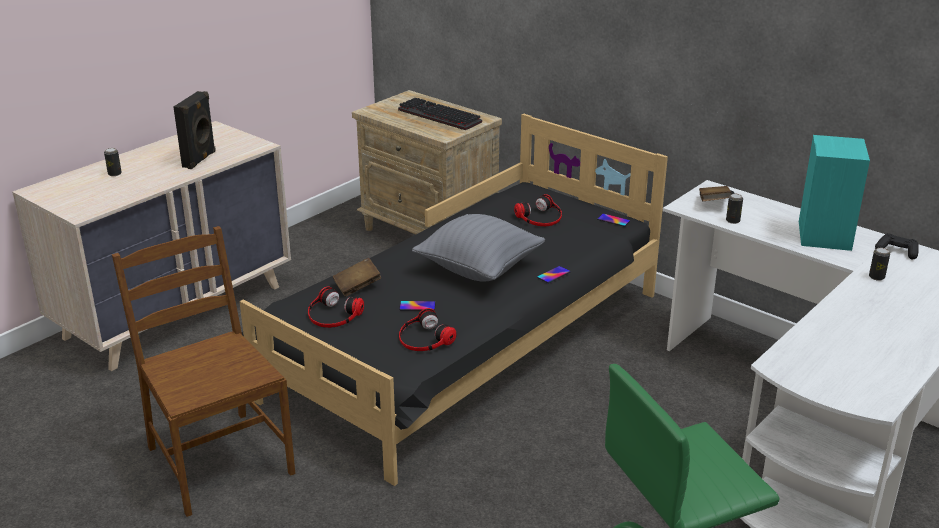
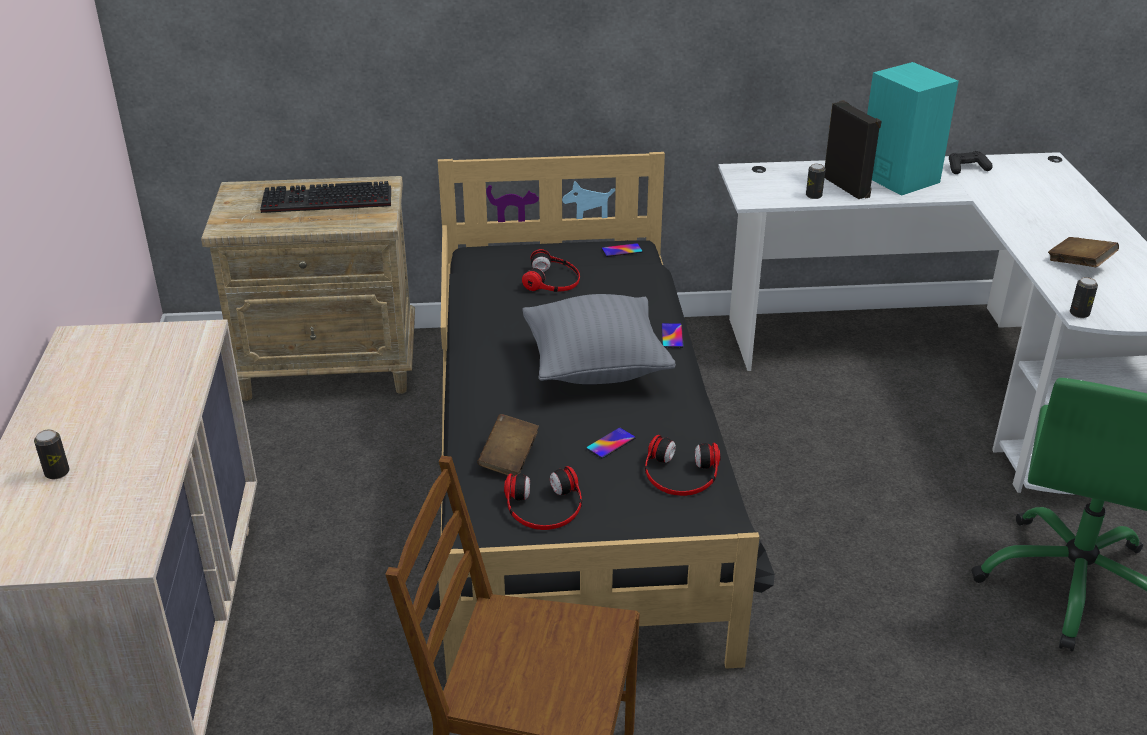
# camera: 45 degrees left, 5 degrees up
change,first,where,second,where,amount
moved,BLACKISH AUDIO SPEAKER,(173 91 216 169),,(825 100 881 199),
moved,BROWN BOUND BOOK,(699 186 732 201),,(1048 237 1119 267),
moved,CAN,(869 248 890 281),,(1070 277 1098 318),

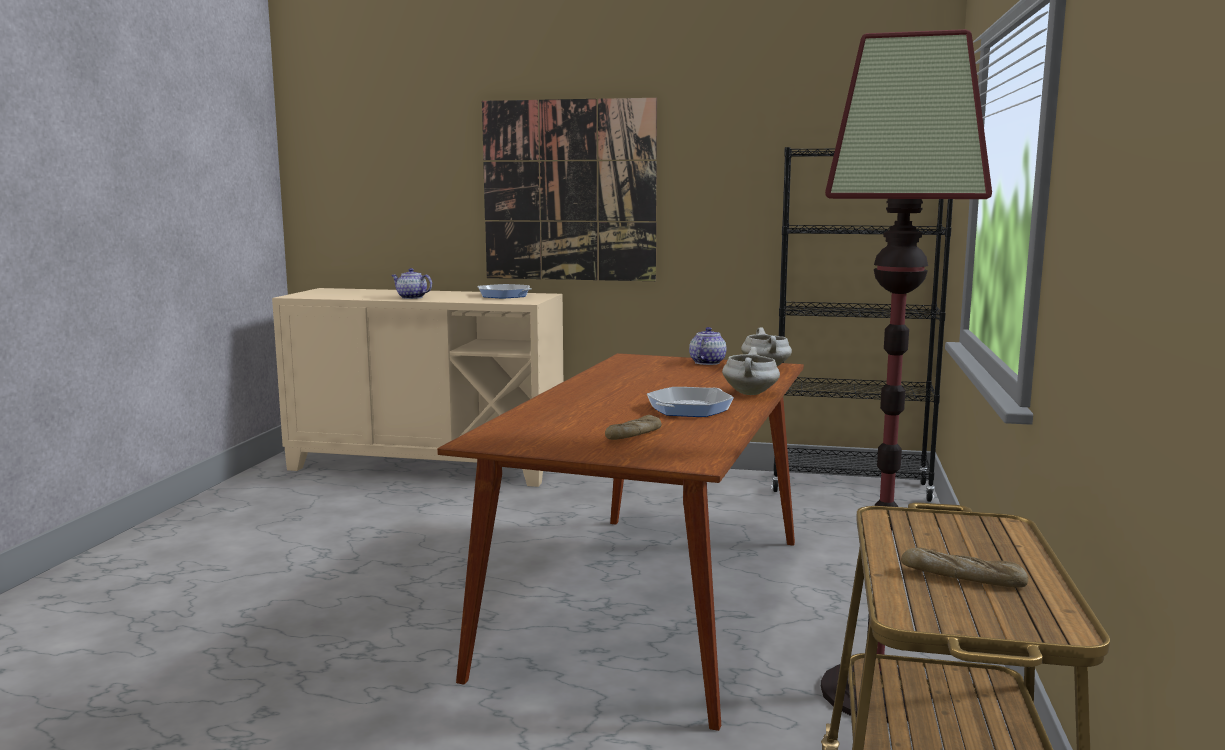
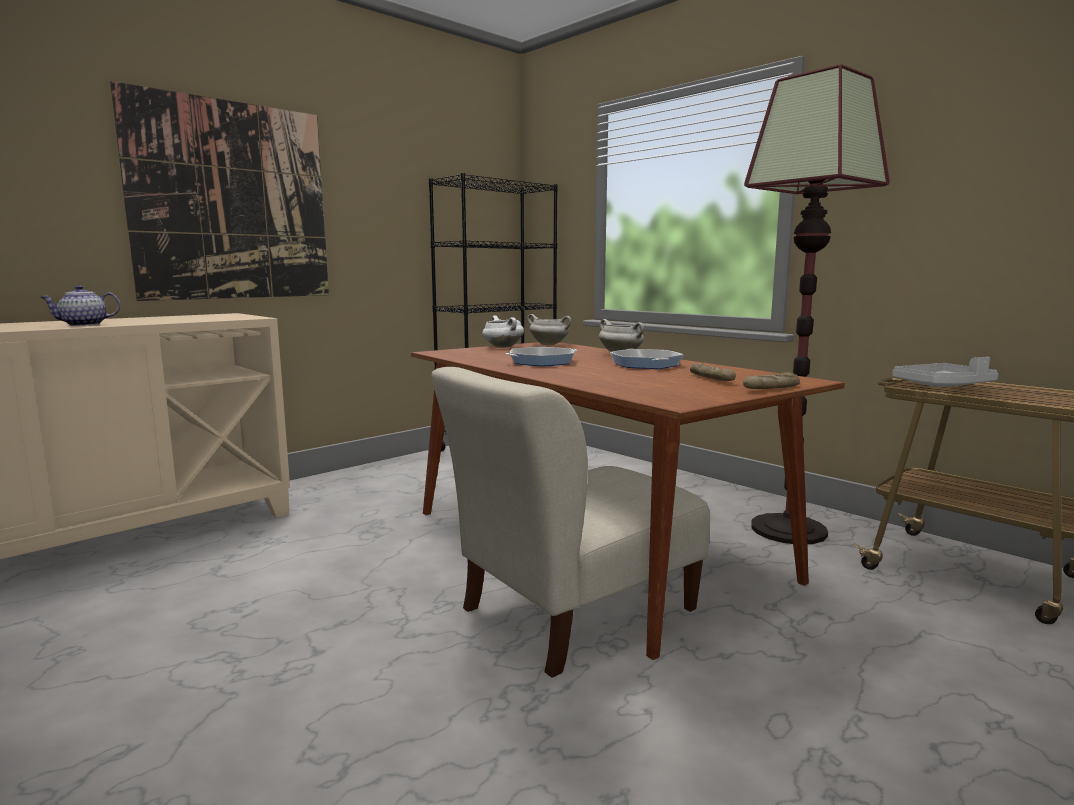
# camera: 55 degrees left, 0 degrees up
change,first,where,second,where,amount
moved,PAN,(478 284 532 299),,(506 347 577 366),
replaced,POT FOR TEA,(689 327 726 365),WHITISH STOCKPOT,(482 315 524 348),
moved,BAKED BREAD,(901 547 1028 588),,(743 372 800 389),
added,,,SAND-COLOURED CHAIR,(431 367 710 678),
added,,,GRAY SERVING TRAY,(892 357 999 387),

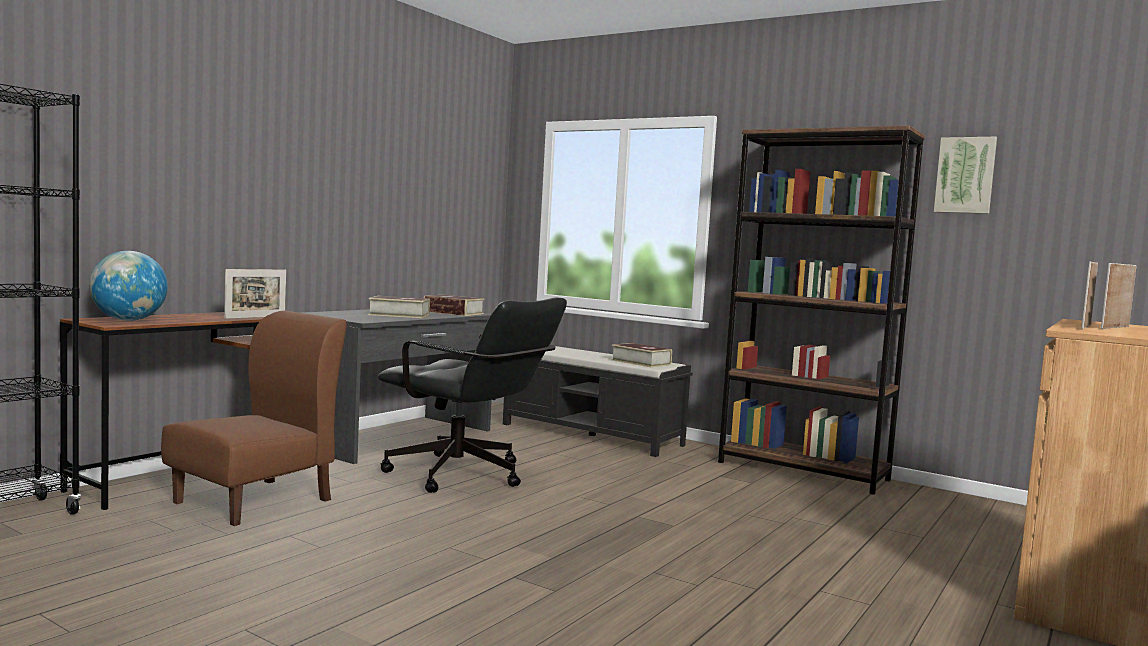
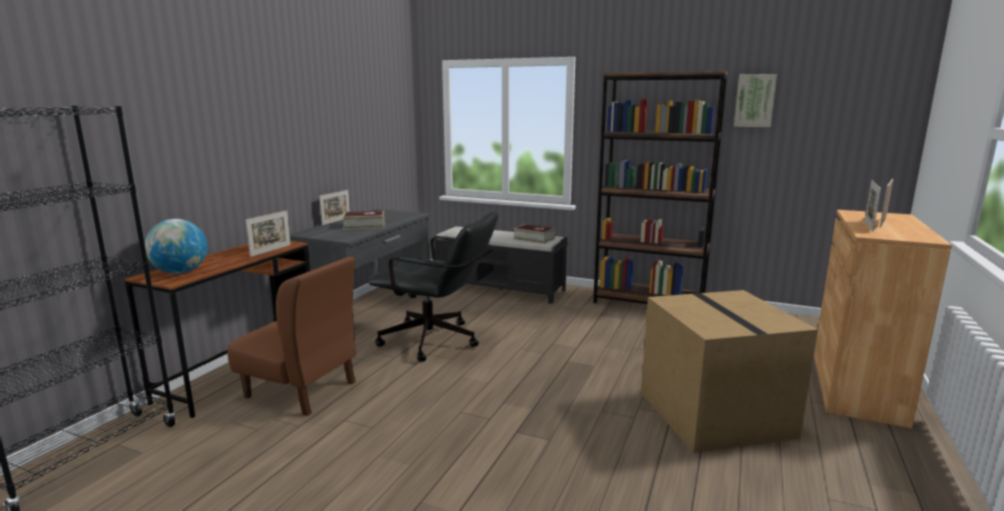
# camera: 10 degrees left, 10 degrees up
change,first,where,second,where,amount
turned,BROWN CHAIR,(161 310 347 526),,(227 257 356 416),90 degrees clockwise
removed,BOUND BOOK,(424 295 484 316),,,
added,,,PICTURE FRAME,(319 190 350 225),
added,,,CARDBOARD BOX,(641 290 818 453),

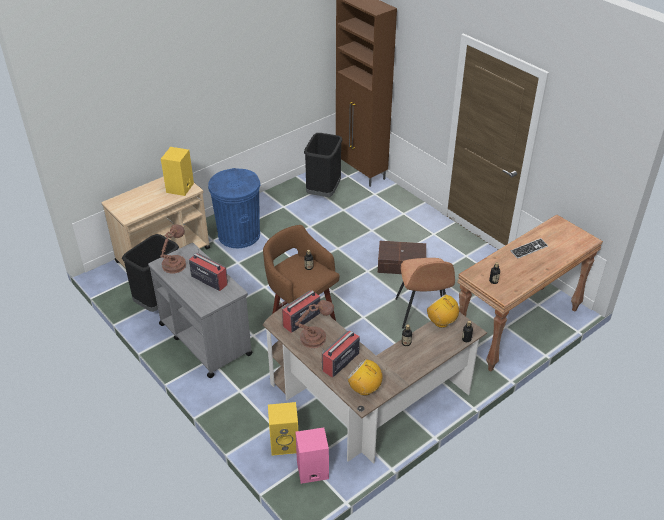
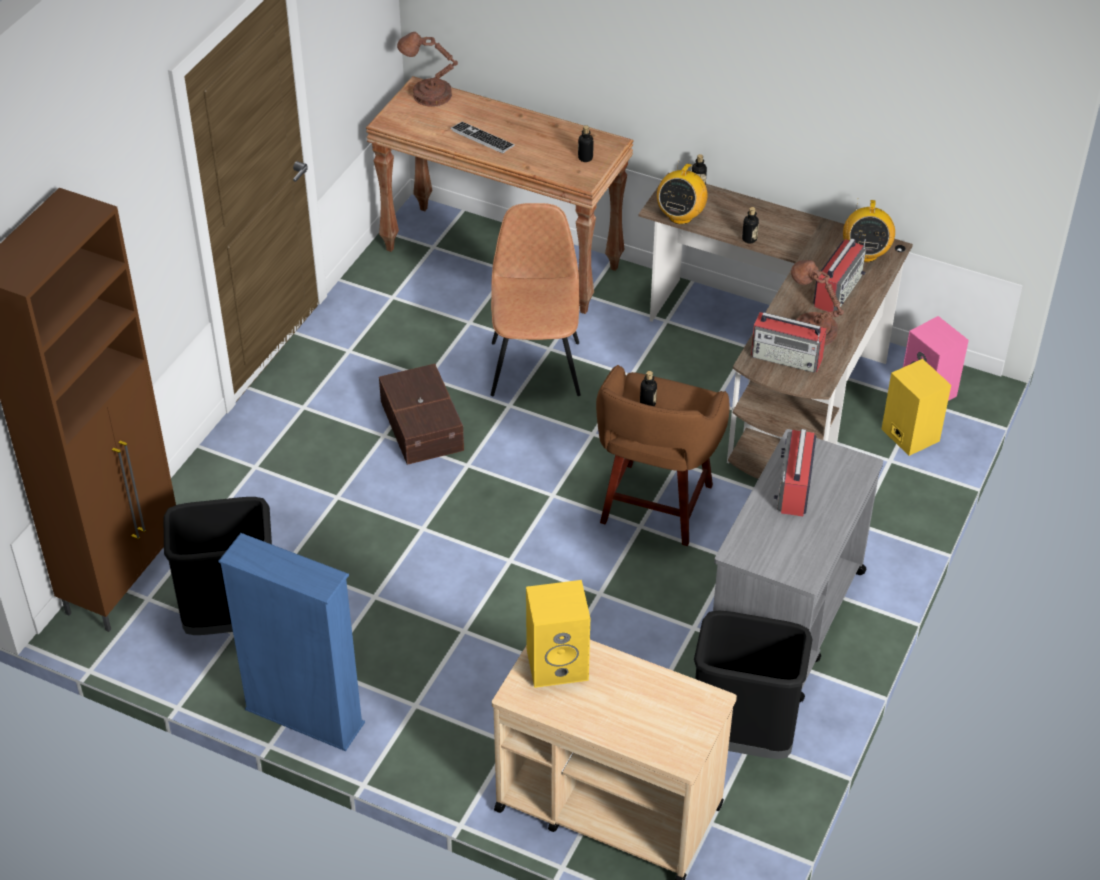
# camera: 115 degrees left, 5 degrees up
change,first,where,second,where,amount
moved,BROWN TABLE LAMP,(160 224 186 274),,(397 32 458 107),
removed,BLUE-COLOURED WASTE BIN,(208 168 261 248),,,
turned,RADIO SET,(321 330 360 378),,(813 238 866 312),75 degrees counterclockwise
turned,BROWN CHAIR,(395 258 455 329),,(491 203 581 396),60 degrees counterclockwise
added,,,BLUE-COLOURED SHELVING UNIT,(218 533 365 751),

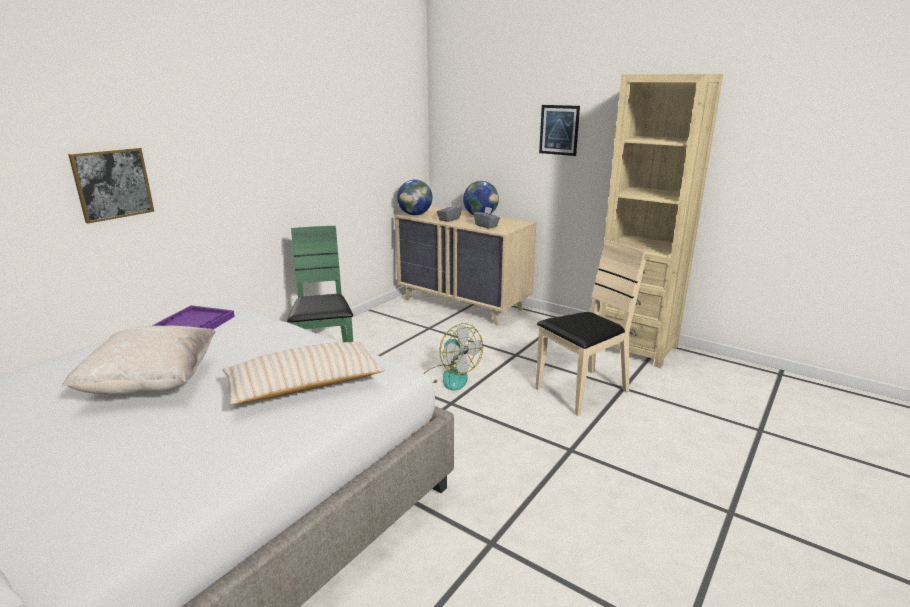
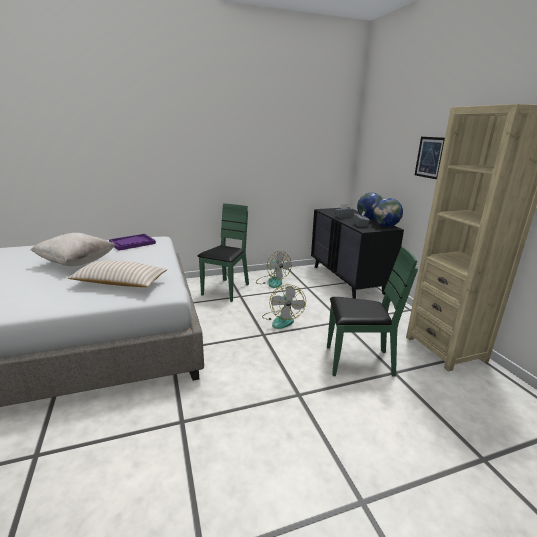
# camera: 35 degrees right, 0 degrees up
change,first,where,second,where,amount
removed,PICTURE,(68 148 154 223),,,
recoloured,SAND-COLOURED DRESSER,(394 206 537 326),BLACKISH DRESSER,(311 207 404 299),
moved,DESK GLOBE,(397 180 432 215),,(373 198 403 227),
recoloured,SAND-COLOURED CHAIR,(536 240 646 416),GREEN CHAIR,(327 246 418 377),
added,,,COOLING FAN,(256 251 292 288),

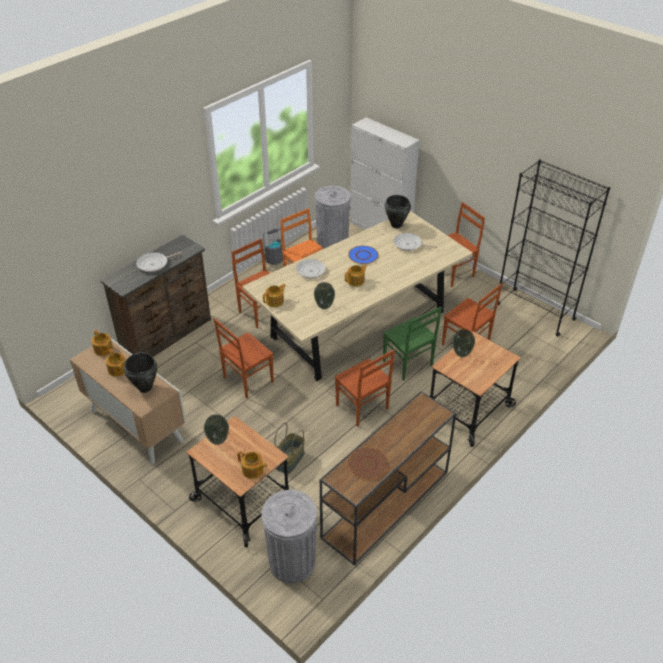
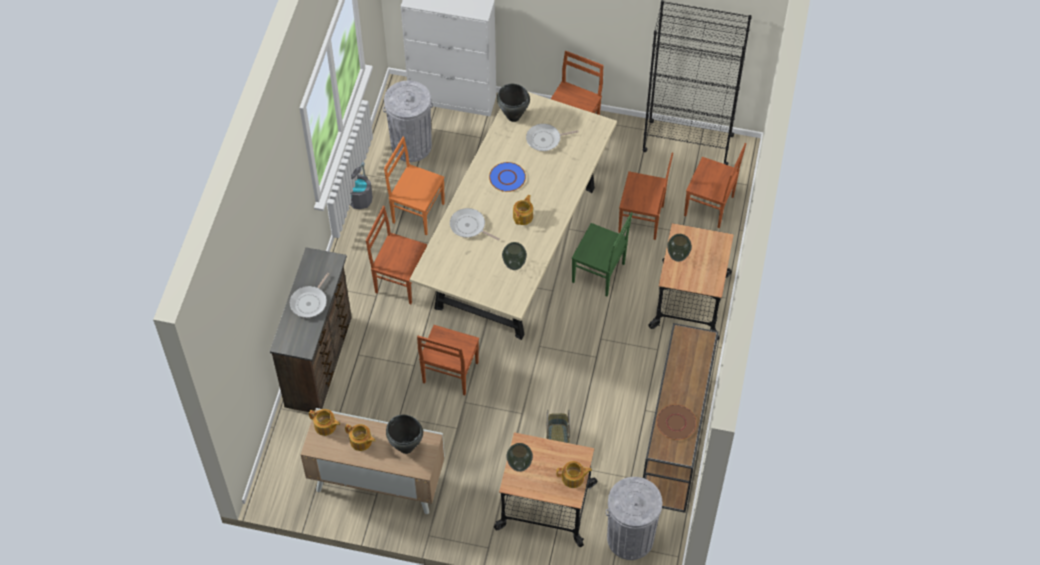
# camera: 30 degrees left, 15 degrees up
change,first,where,second,where,amount
removed,POT FOR TEA,(263 284 286 307),,,
moved,BROWN CHAIR,(335 350 395 427),,(684 143 746 228),

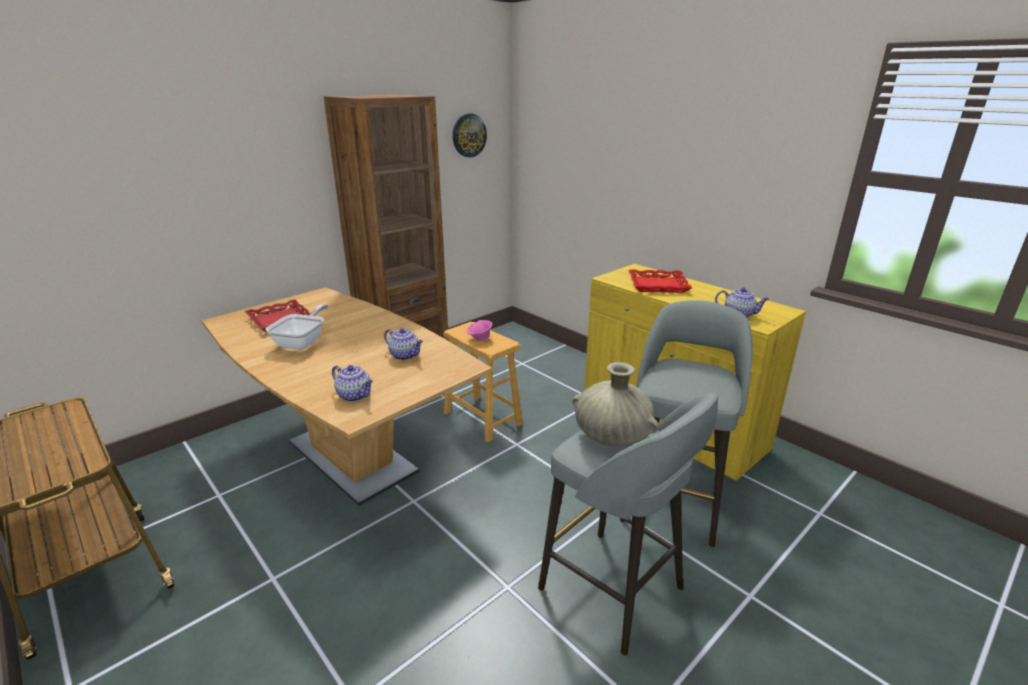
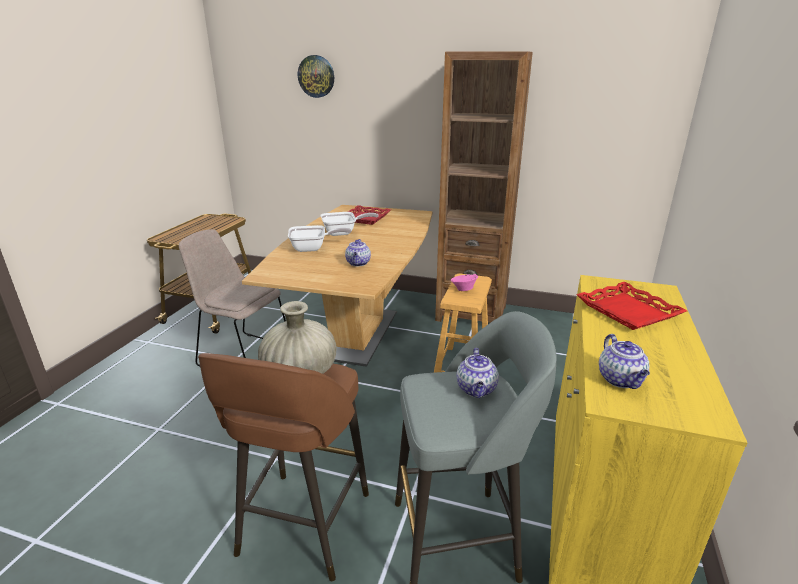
# camera: 60 degrees right, 0 degrees up
change,first,where,second,where,amount
moved,POT FOR TEA,(332 365 373 402),,(457 348 499 398),
moved,WALL CLOCK,(453 113 487 157),,(298 55 334 98),
recoloured,GRAY STOOL SEAT,(538 393 718 655),BROWN STOOL SEAT,(198 353 369 581),
added,,,SAND-COLOURED CHAIR,(179 229 286 366),
added,,,PAN,(288 225 352 252),

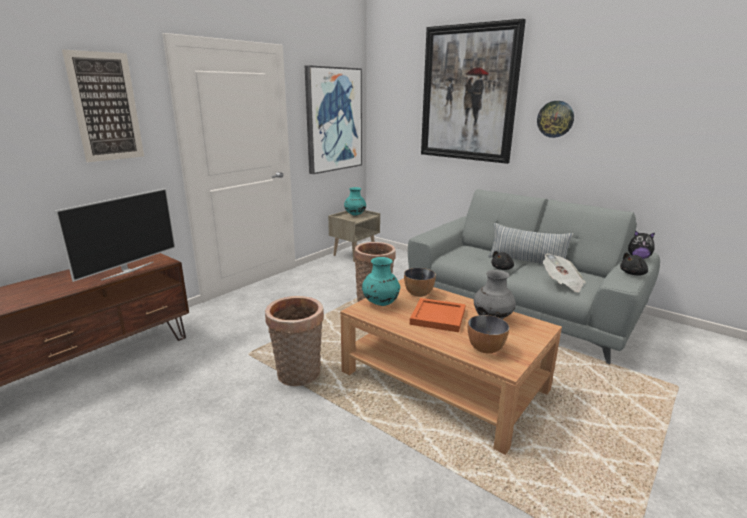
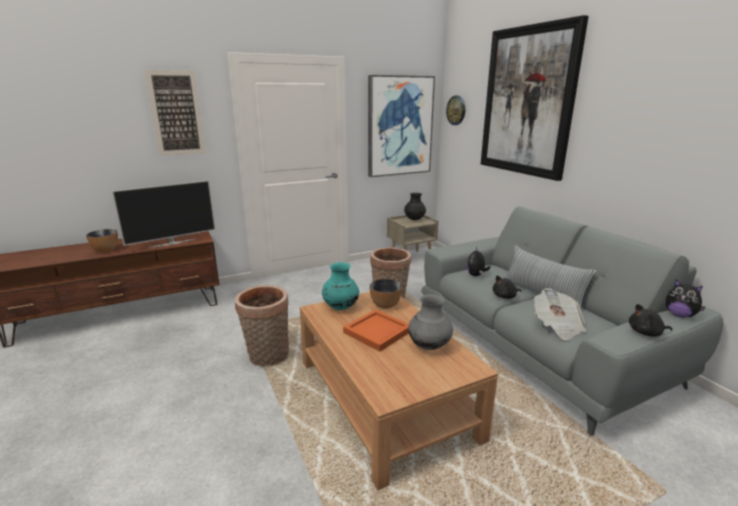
# camera: 25 degrees right, 0 degrees up
change,first,where,second,where,amount
recoloured,TURQUOISE-COLOURED DECORATIVE VASE,(344 187 366 215),BLACKISH DECORATIVE VASE,(404 193 426 220),
moved,DEEP DISH,(468 315 510 354),,(86 229 118 253),
moved,WALL CLOCK,(537 101 574 138),,(446 96 465 125),
added,,,SOFT TOY,(466 247 490 276),

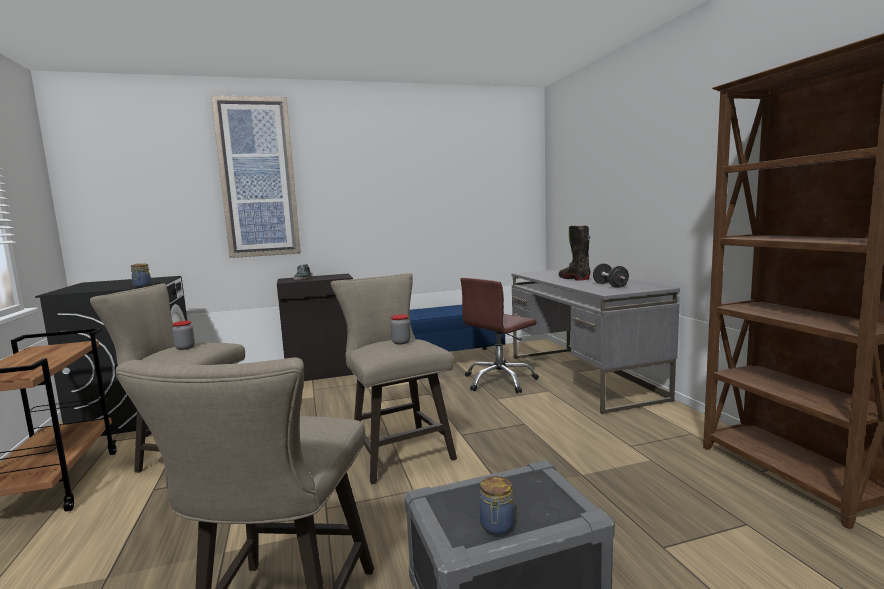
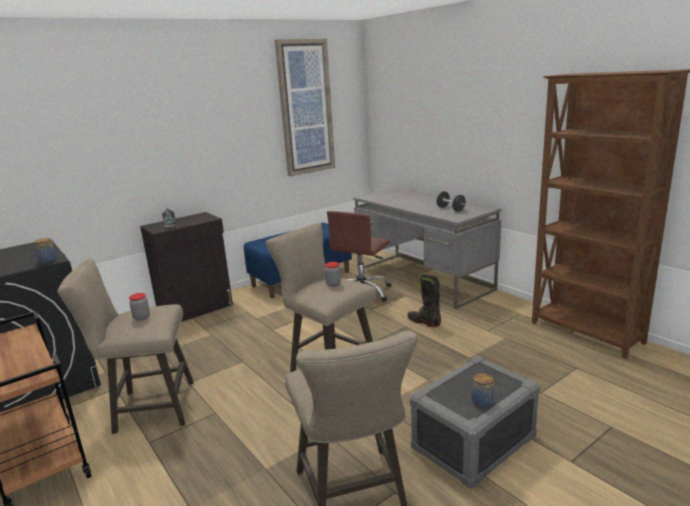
# camera: 20 degrees left, 10 degrees up
change,first,where,second,where,amount
moved,PICTURE,(211 95 301 258),,(275 39 335 176),
moved,BLACKISH BOOT,(558 226 591 281),,(407 274 441 327),

